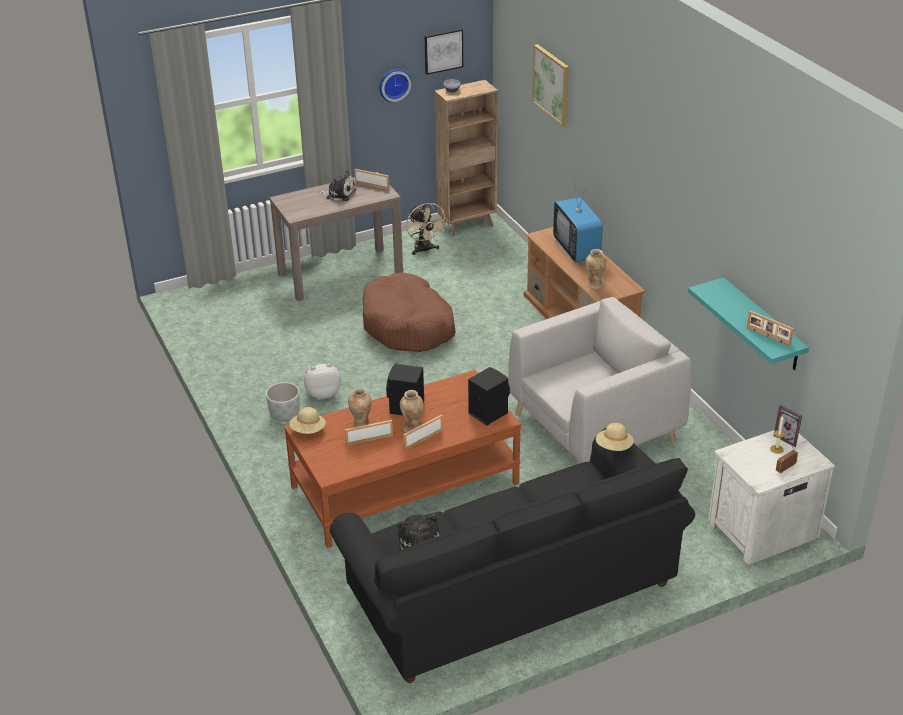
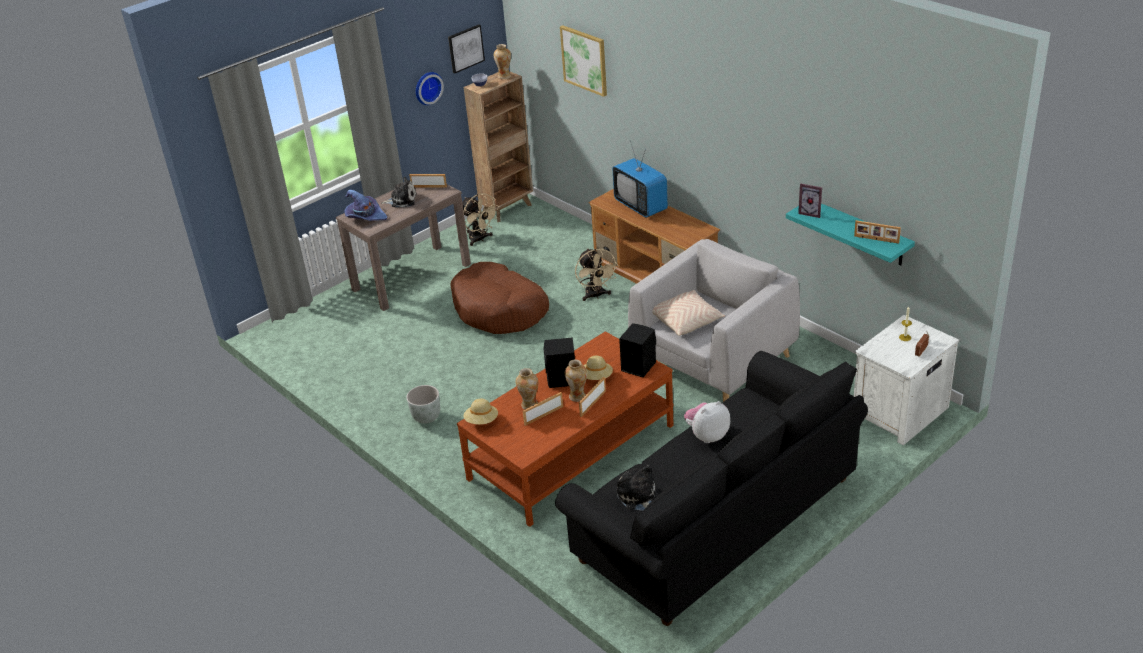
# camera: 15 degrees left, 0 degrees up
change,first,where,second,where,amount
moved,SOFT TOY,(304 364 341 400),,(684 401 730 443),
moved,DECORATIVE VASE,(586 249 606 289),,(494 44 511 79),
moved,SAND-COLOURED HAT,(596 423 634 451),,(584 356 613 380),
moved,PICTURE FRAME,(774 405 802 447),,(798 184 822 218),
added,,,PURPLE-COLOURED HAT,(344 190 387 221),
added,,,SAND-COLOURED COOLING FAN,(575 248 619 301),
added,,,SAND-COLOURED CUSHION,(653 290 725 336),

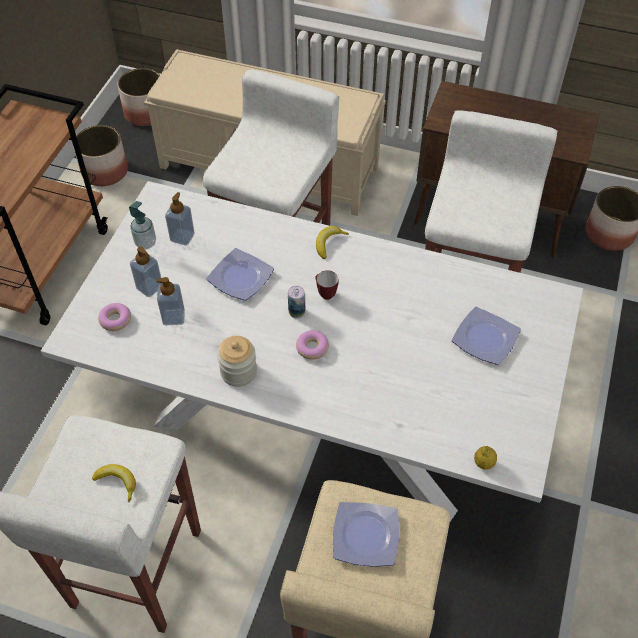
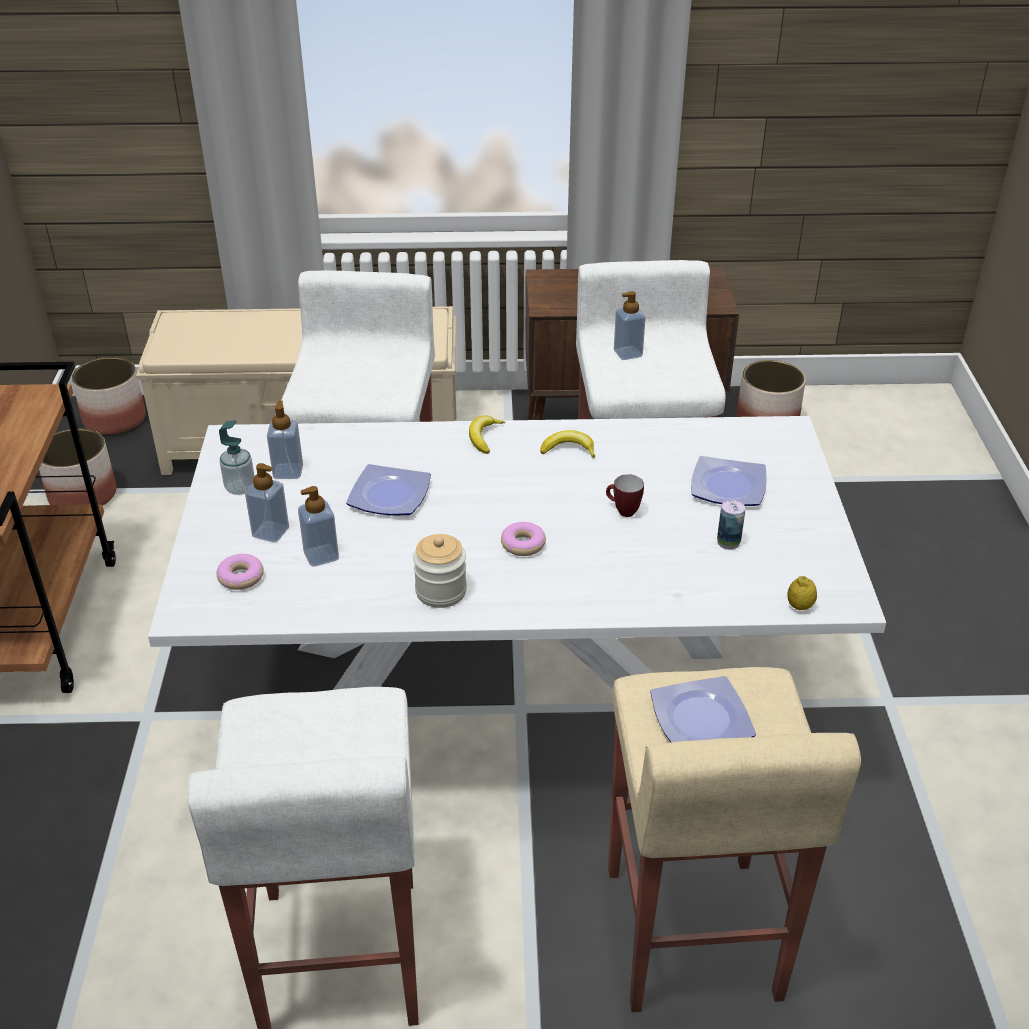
# camera: 20 degrees left, 15 degrees down
change,first,where,second,where,amount
moved,BANANA,(92 464 136 502),,(541 430 595 459),
moved,CAN,(288 286 305 319),,(717 500 745 550),
moved,MUG,(315 270 338 300),,(606 474 644 517),
added,,,LIQUID SOAP BOTTLE,(614 291 646 360),

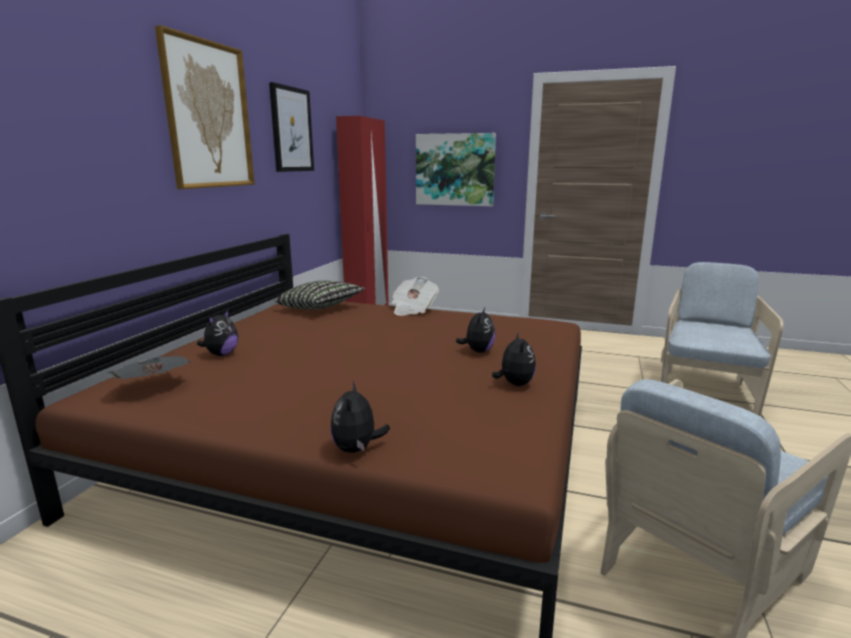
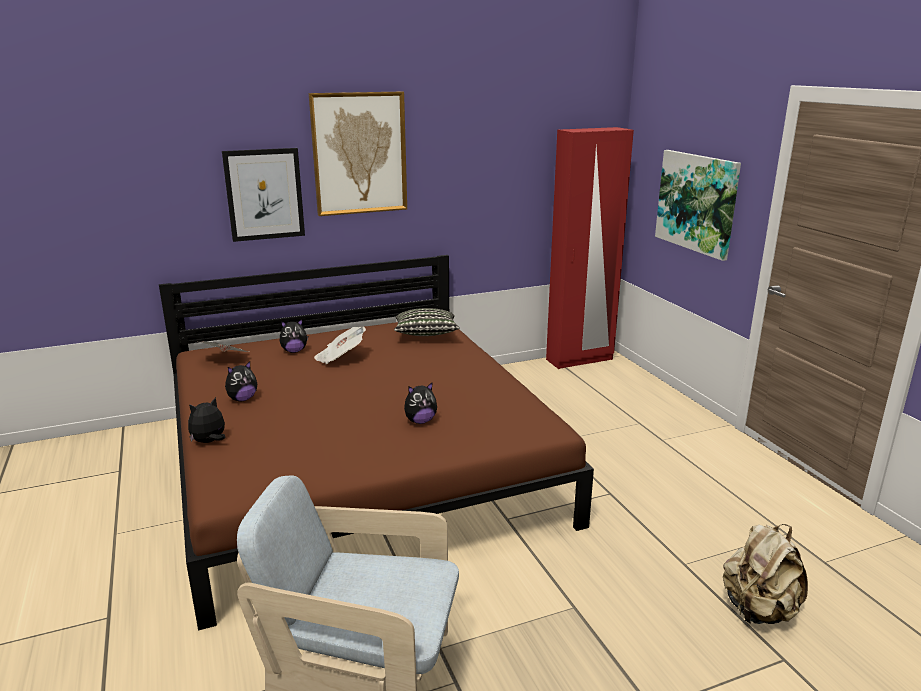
# camera: 50 degrees right, 5 degrees up
change,first,where,second,where,amount
moved,PICTURE,(269 82 314 172),,(222 148 305 242),
moved,NEWSPAPER,(392 277 439 316),,(314 326 366 364),
moved,SOFT TOY,(492 331 536 386),,(225 361 257 402),
replaced,SAND-COLOURED ARMCHAIR,(661 262 783 416),SAND-COLOURED BACKPACK,(723 524 808 624),

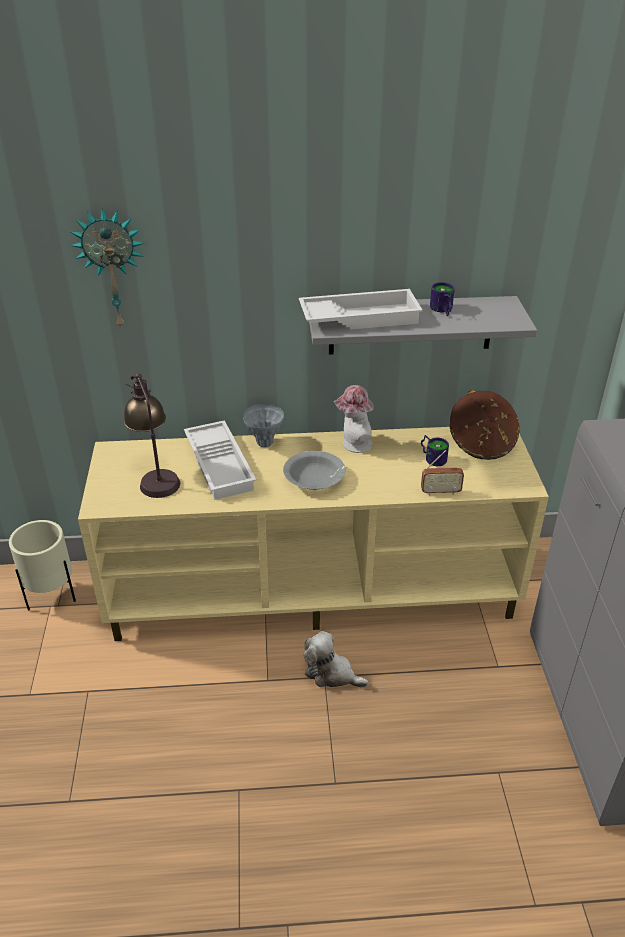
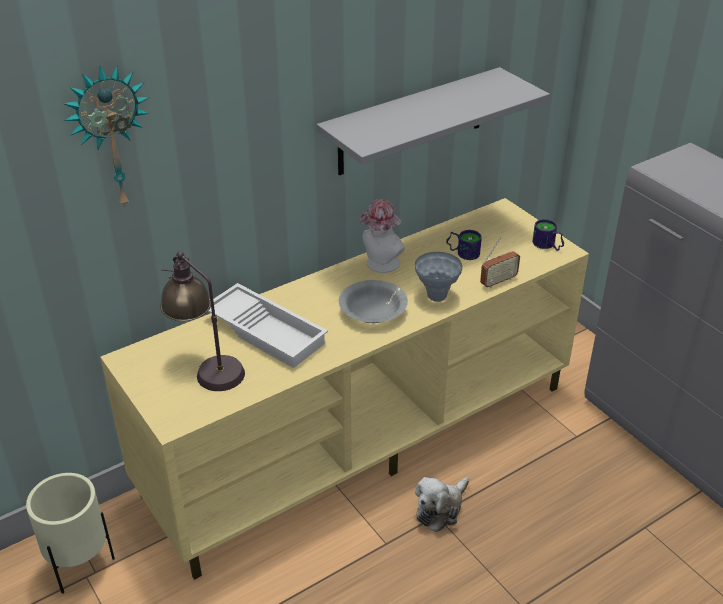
# camera: 30 degrees left, 0 degrees up
change,first,where,second,where,amount
moved,GRAY DECORATIVE VASE,(243 404 284 447),,(415 252 462 302),
removed,WHITISH SERVING TRAY,(299 289 423 330),,,
turned,SOFT TOY,(304 631 369 687),,(415 477 469 532),45 degrees counterclockwise
moved,MUG,(430 282 455 316),,(533 219 564 251),
removed,BROWN HAT,(450 390 520 460),,,

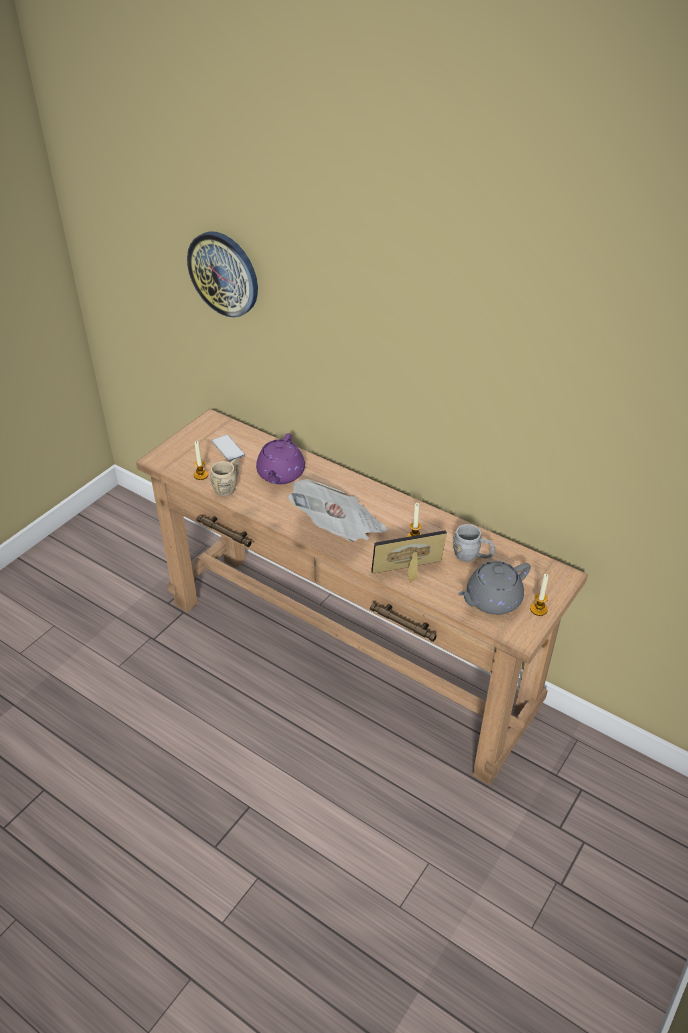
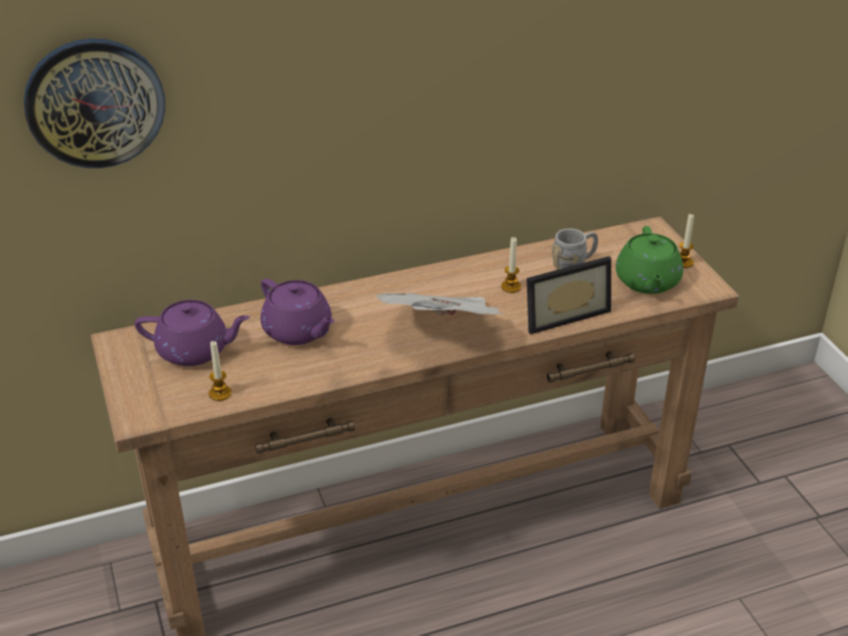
# camera: 55 degrees left, 5 degrees down
change,first,where,second,where,amount
removed,SAND-COLOURED MUG,(210 459 240 496),,,
replaced,PHONE,(211 435 245 461),PURPLE-COLOURED POT FOR TEA,(134 300 250 366),
turned,PICTURE FRAME,(371 530 447 583),,(527 256 611 334),135 degrees counterclockwise
recoloured,GRAY POT FOR TEA,(458 561 531 615),GREEN POT FOR TEA,(616 226 683 294),

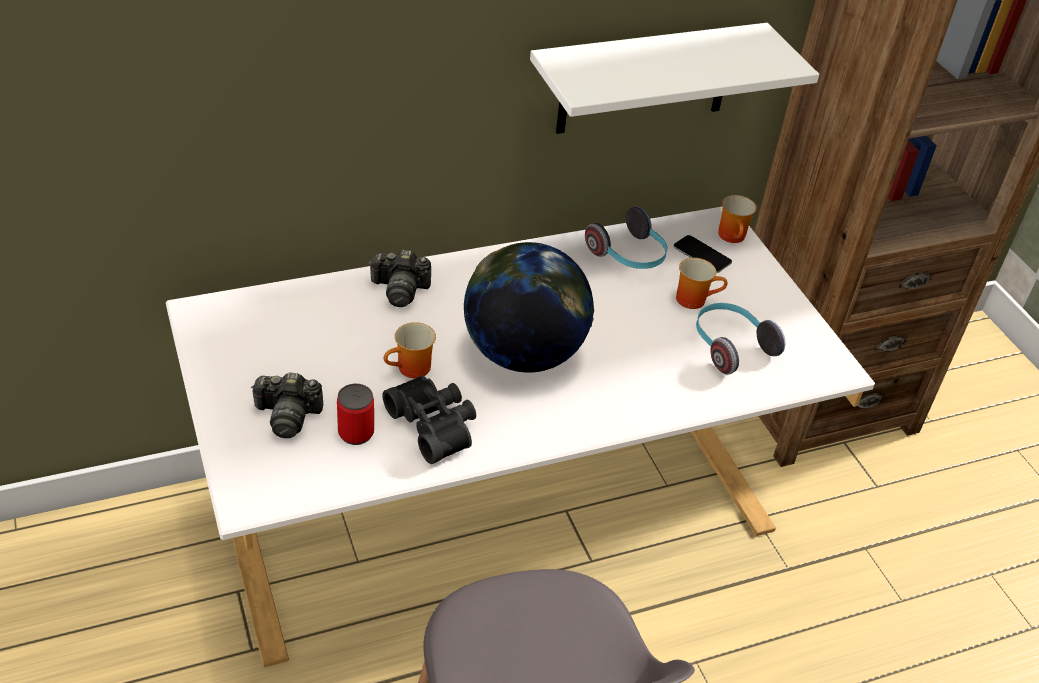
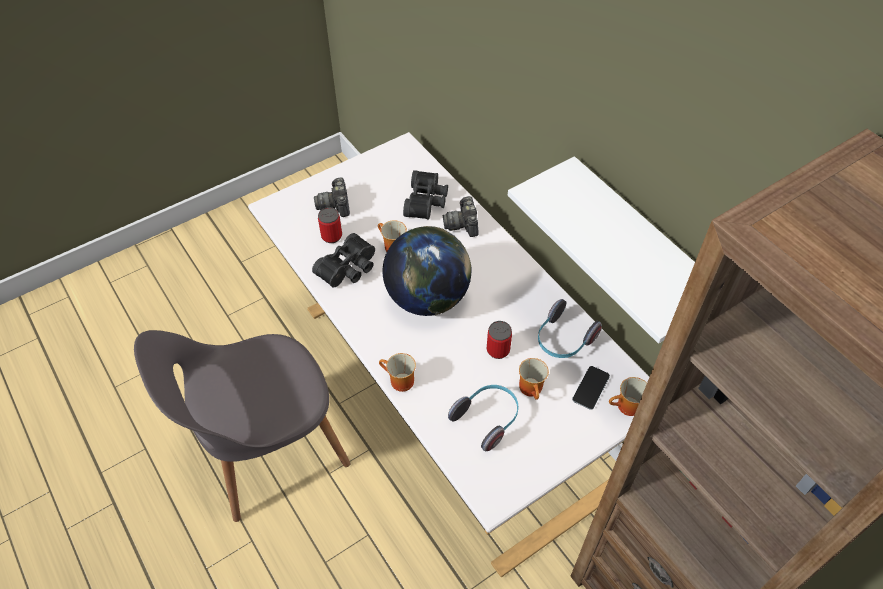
# camera: 80 degrees right, 10 degrees up
change,first,where,second,where,amount
added,,,MUG,(379 353 416 392),
added,,,BLACKISH PAIR OF BINOCULARS,(403 170 448 220),
added,,,CAN,(487 321 512 359),

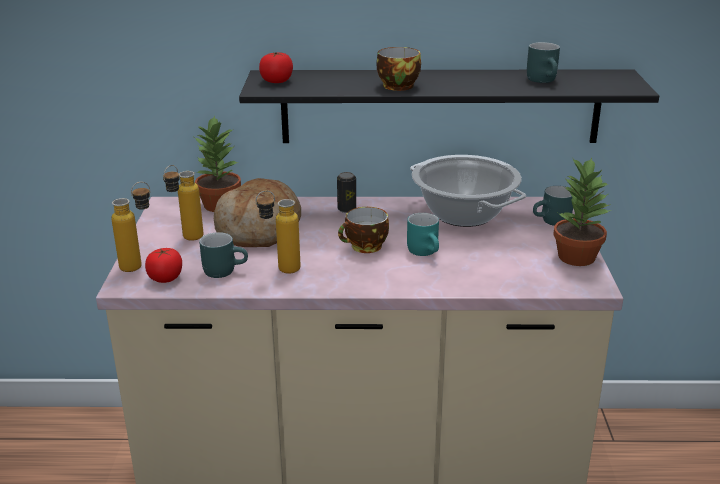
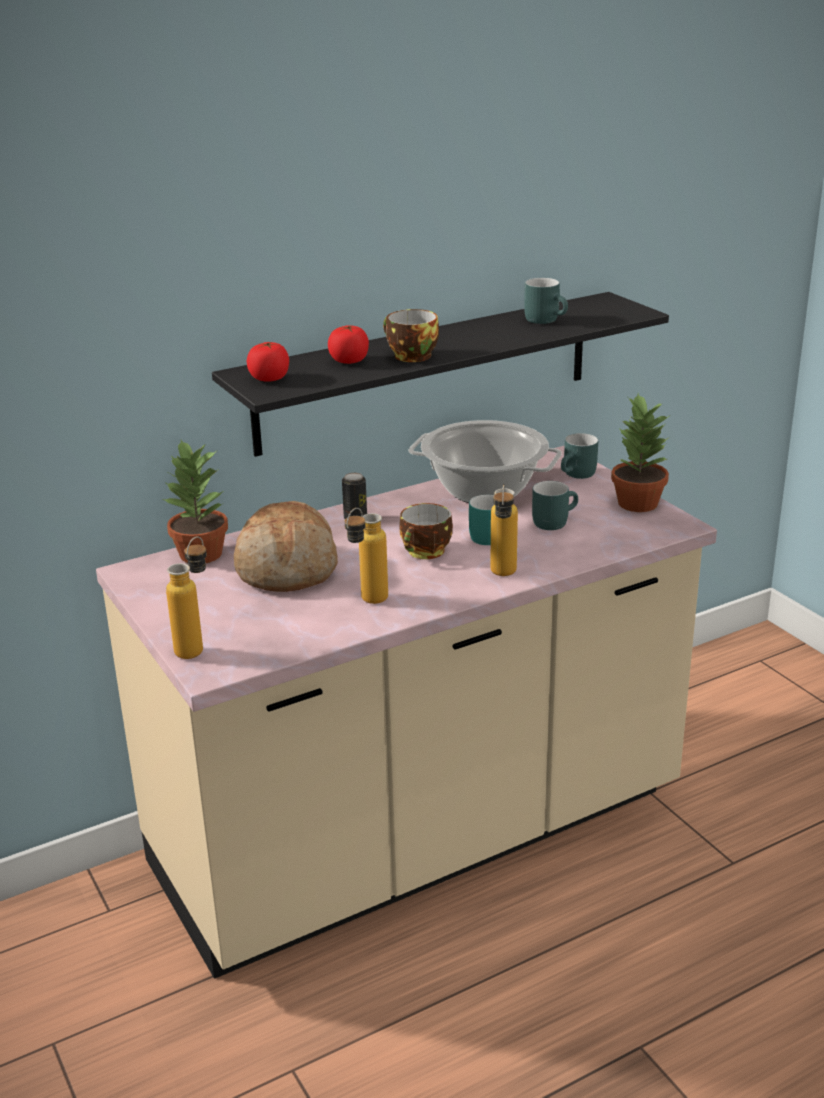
# camera: 30 degrees left, 0 degrees up
change,first,where,second,where,amount
moved,TOMATO,(145 248 182 283),,(328 325 369 364),
moved,BEVERAGE BOTTLE,(163 165 204 241),,(490 484 518 576),
moved,TURQUOISE-COLOURED MUG,(199 232 248 278),,(532 481 578 530),

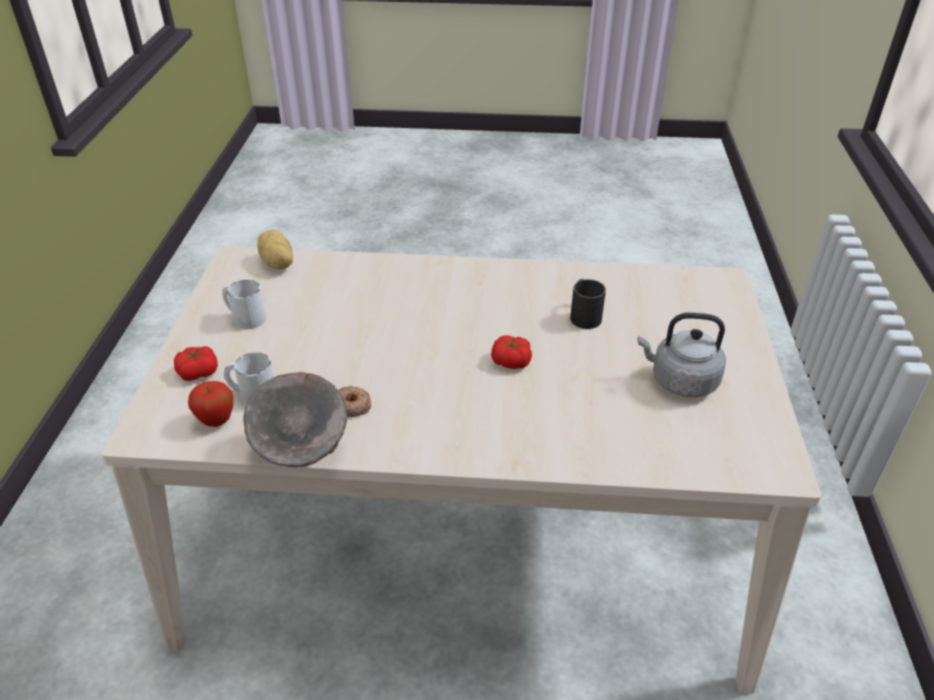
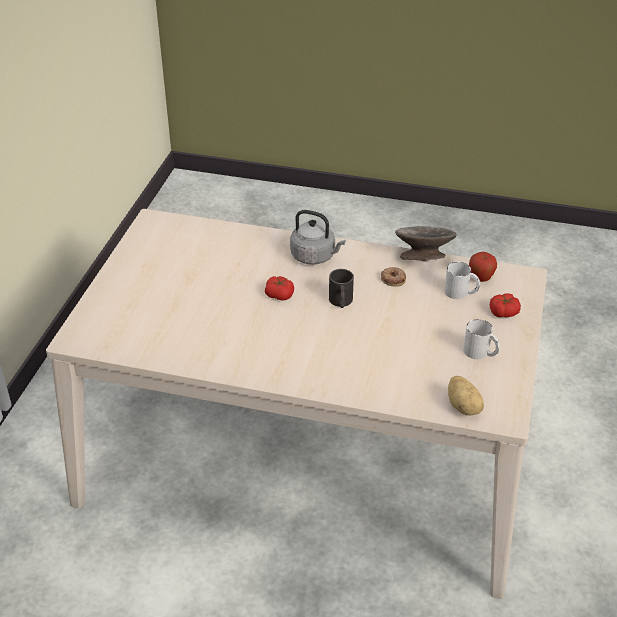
# camera: 170 degrees left, 0 degrees up
change,first,where,second,where,amount
moved,BLACKISH MUG,(570 279 606 329),,(329 269 354 308),
moved,GRAY WATER KETTLE,(638 313 726 397),,(290 210 345 265),

